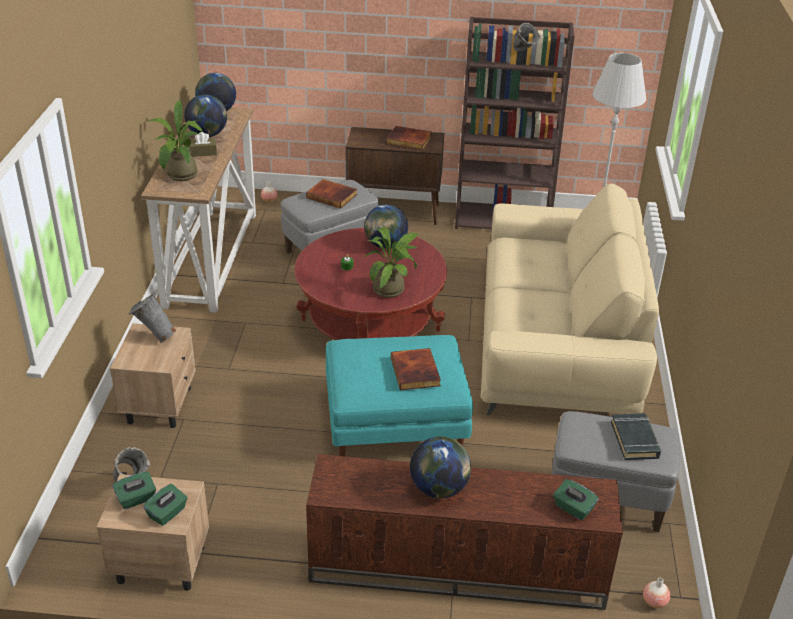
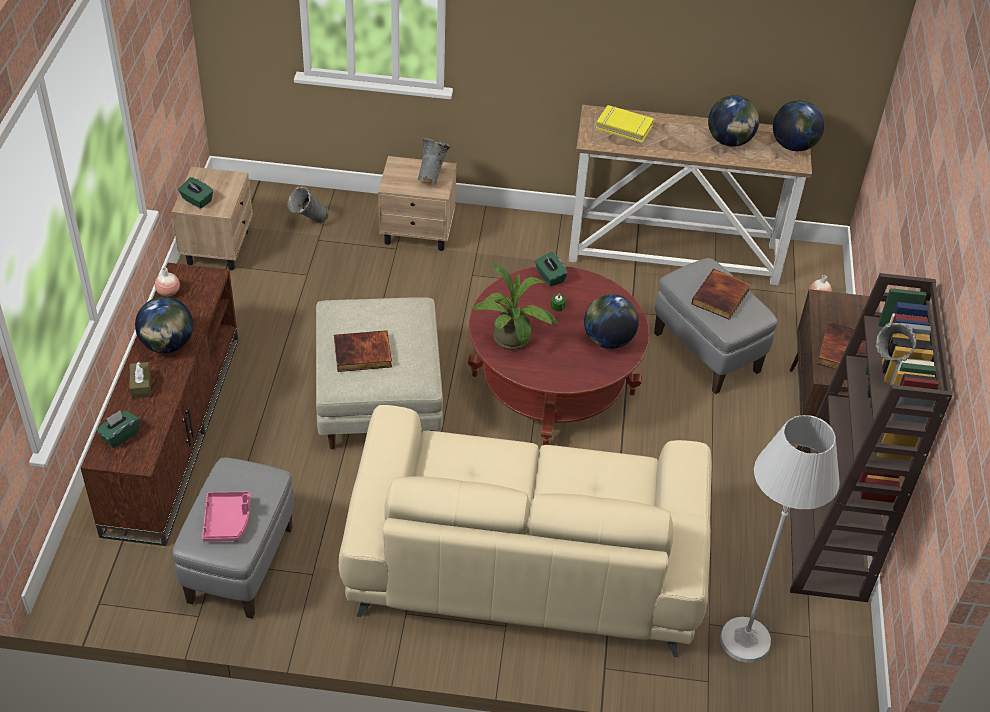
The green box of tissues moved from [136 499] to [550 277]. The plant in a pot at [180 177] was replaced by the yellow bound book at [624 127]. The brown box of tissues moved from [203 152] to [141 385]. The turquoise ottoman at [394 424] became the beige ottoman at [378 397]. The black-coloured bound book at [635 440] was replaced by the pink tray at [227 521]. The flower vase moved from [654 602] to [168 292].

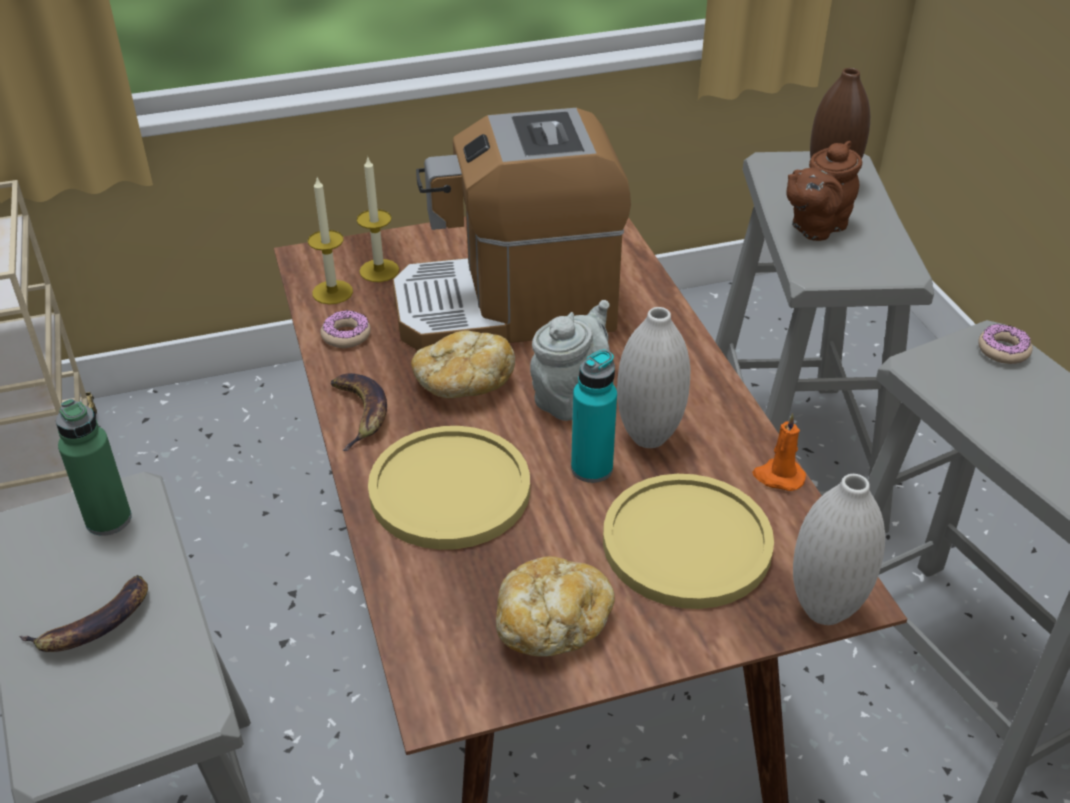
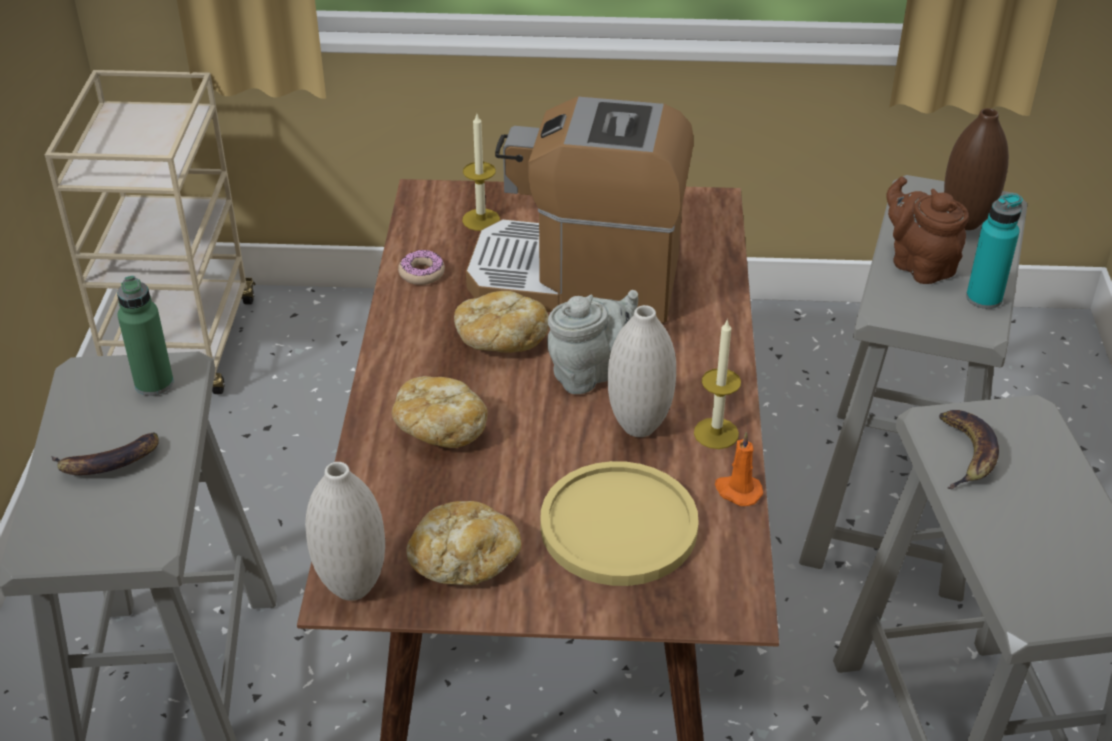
The wax candle moved from [332 292] to [716 433]. The whole banana moved from [360 413] to [966 453]. The yellow plate at [450 489] was replaced by the baked bread at [440 428]. The turquoise beverage bottle moved from [591 468] to [984 298]. The brown pot for tea at [815 227] turned 75 degrees clockwise. The whitish flower vase moved from [824 610] to [352 587]. The doughnut at [1003 350] disappeared.

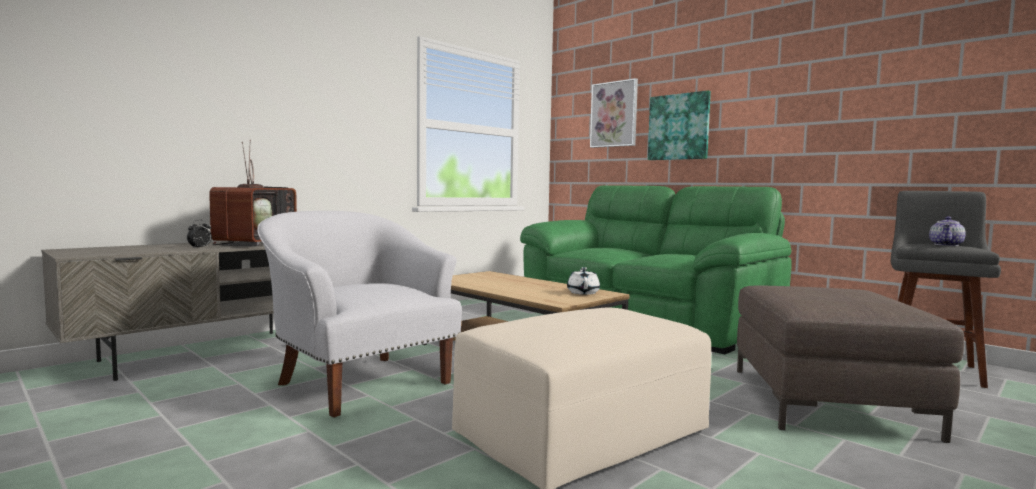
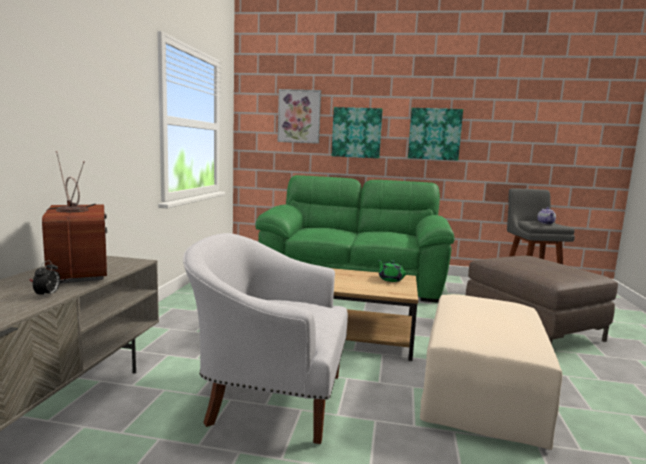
The whitish pot for tea at [583 292] became the green pot for tea at [390 279]. The picture at [434 134] appeared.

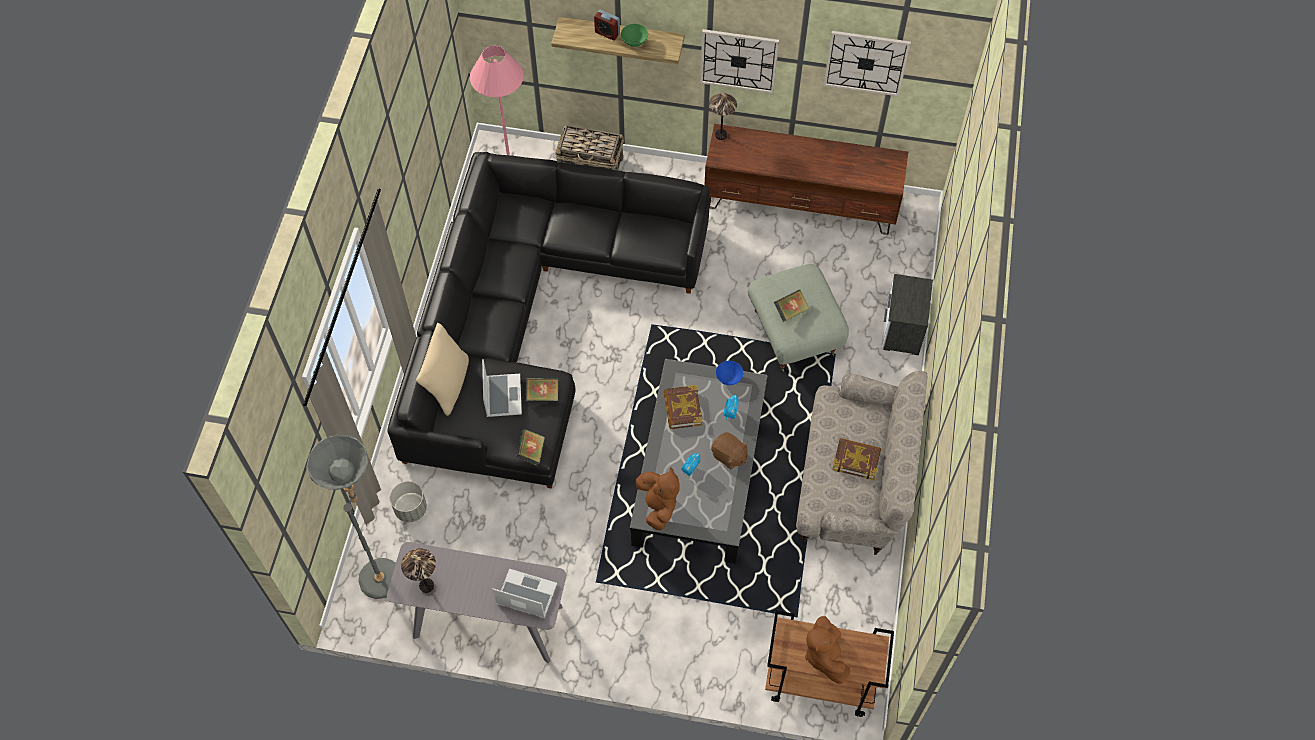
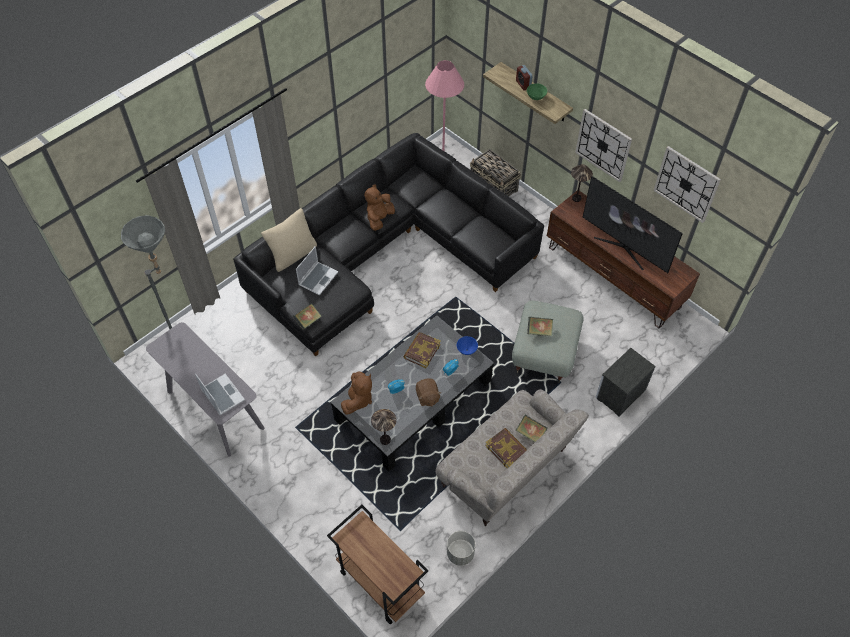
The gray flower pot moved from [411 509] to [460 553]. The tabletop lamp moved from [426 585] to [385 439]. The bound book moved from [542 394] to [530 433]. The brown plush toy moved from [824 655] to [379 219]. The TV set at [623 248] appeared.

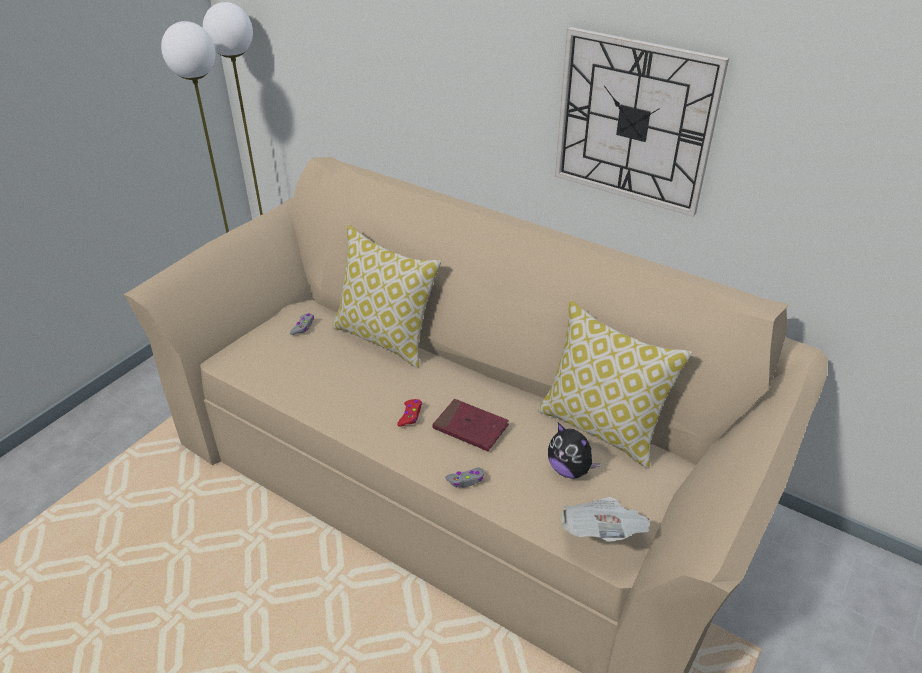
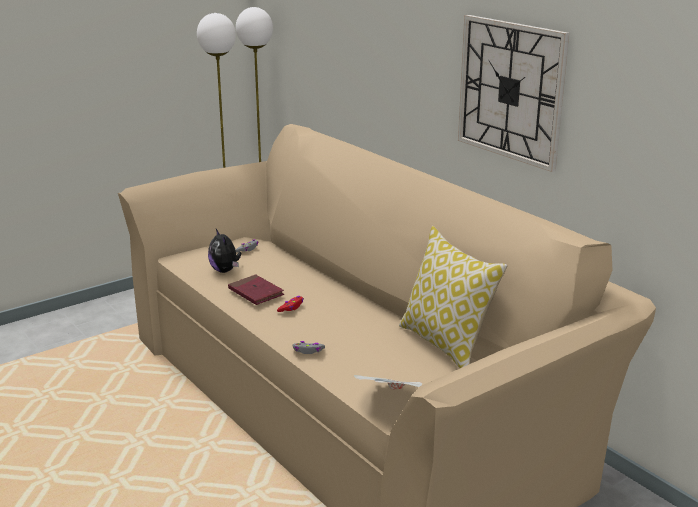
The pillow at [386 338] disappeared. The red bound book moved from [470 427] to [256 292]. The plush toy moved from [569 469] to [225 270].

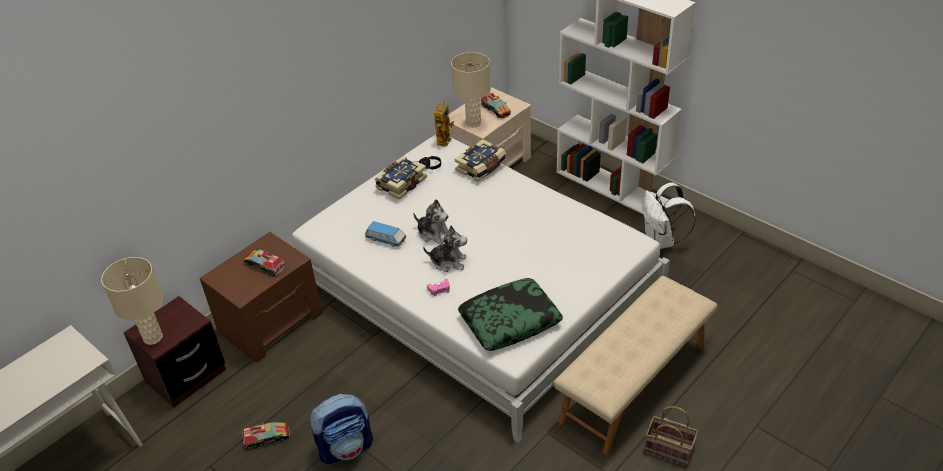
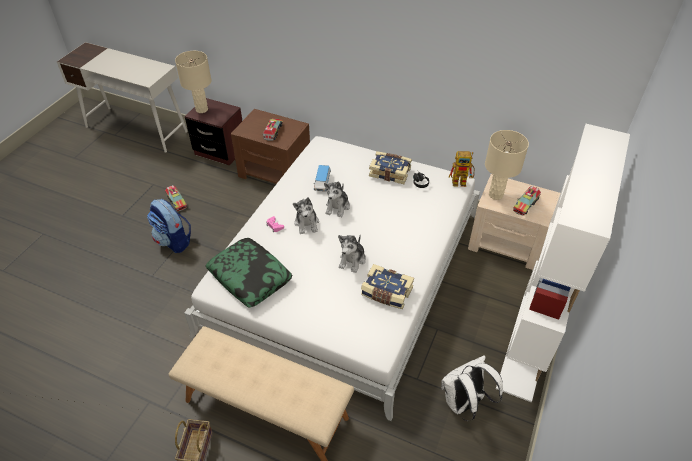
The bound book moved from [481 167] to [386 293]. The plush toy at [352 260] appeared.

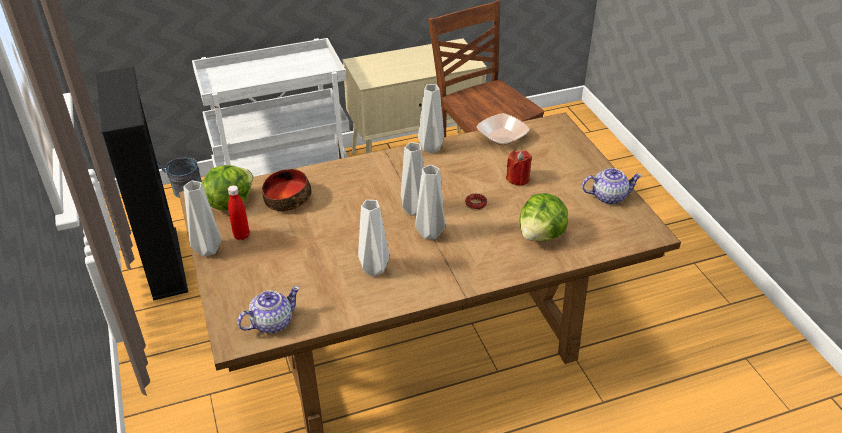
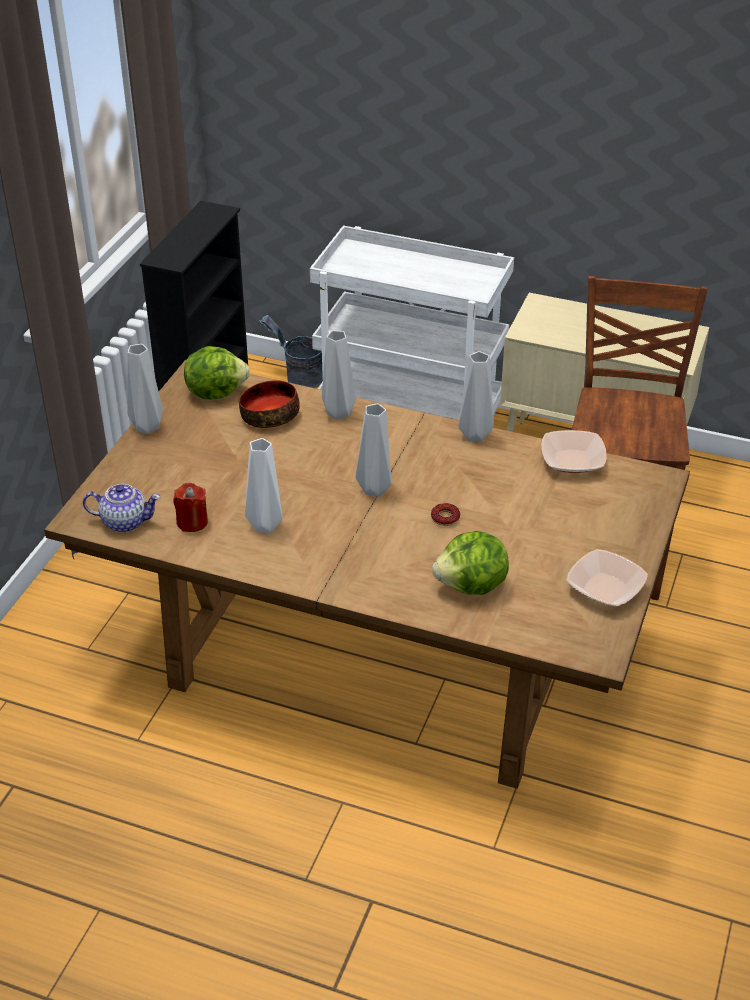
The red beverage bottle at [241 235] disappeared. The gray flower vase moved from [431 233] to [340 413]. The red wax candle moved from [518 179] to [192 522]. The pot for tea at [608 196] was replaced by the serving bowl at [605 589].

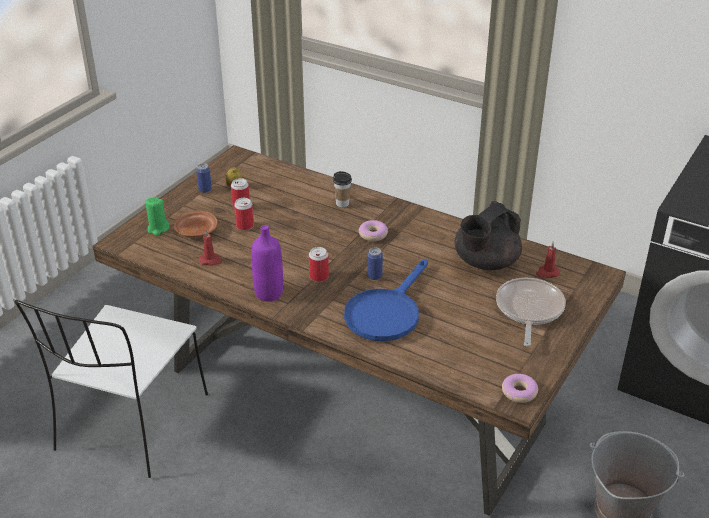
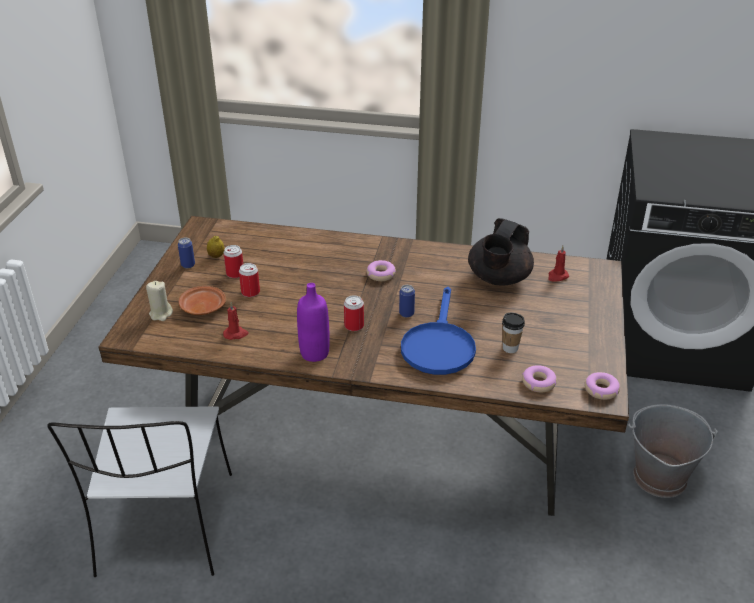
The green wax candle at [158 229] became the beige wax candle at [161 314]. The drinking cup moved from [342 203] to [510 348]. The skillet at [529 310] disappeared. The doughnut at [538 383] appeared.

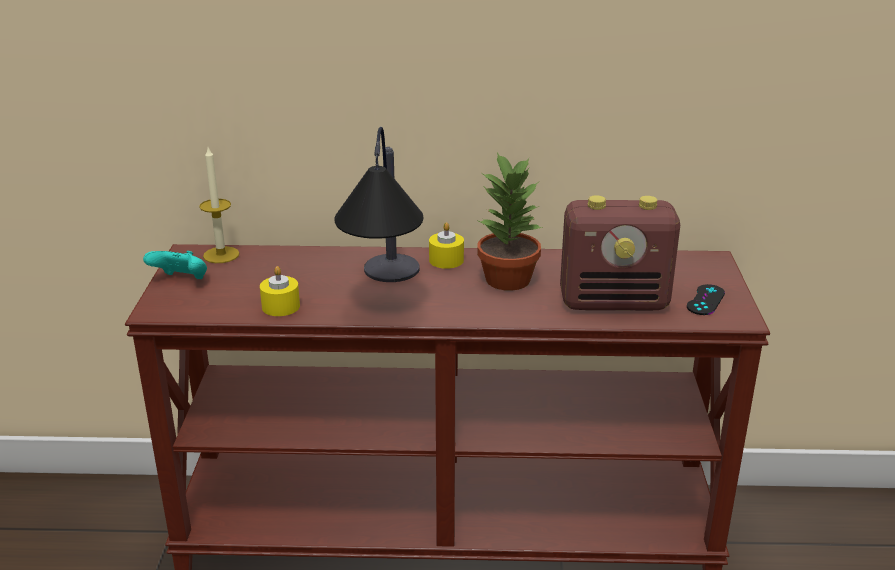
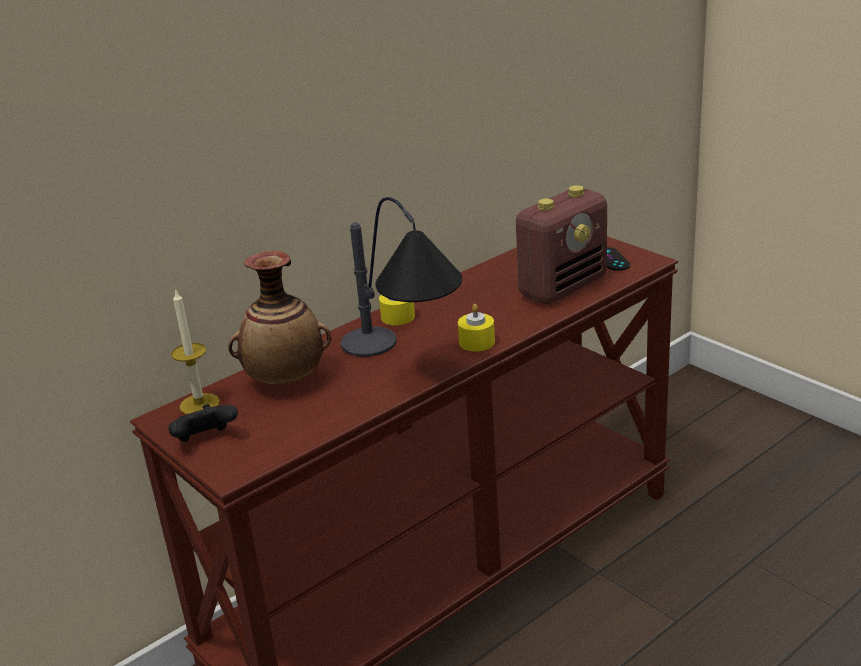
The turquoise game controller at [181 281] became the black-coloured game controller at [205 440]. The yellow wax candle moved from [281 306] to [477 342]. The plant in a pot at [508 279] disappeared. The flower vase at [286 381] appeared.

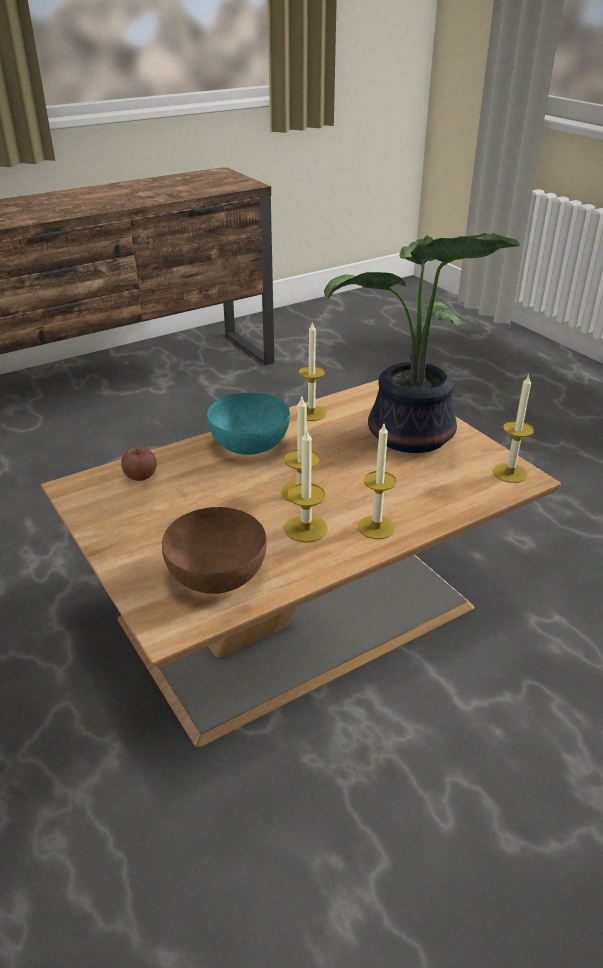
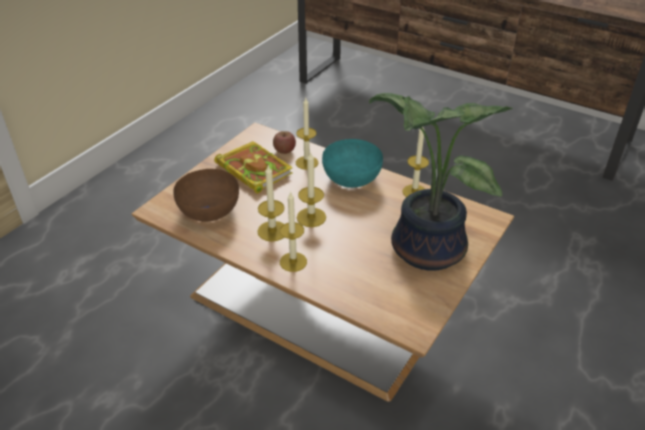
The wax candle moved from [510 473] to [306 163]. The bound book at [252 169] appeared.

